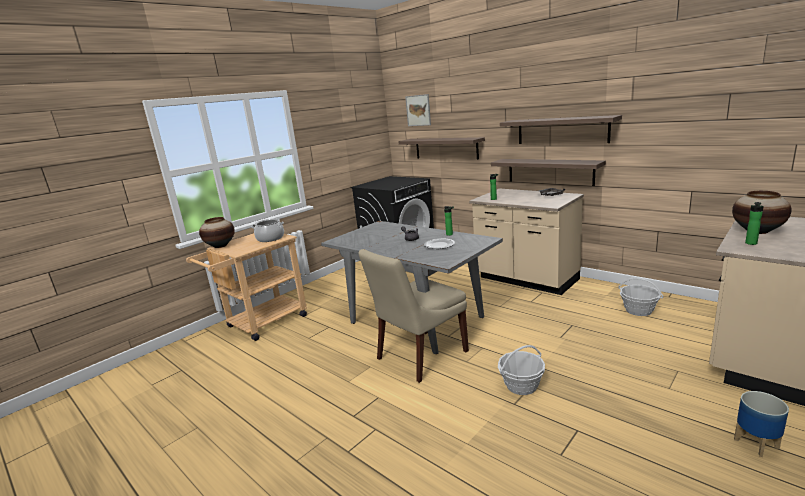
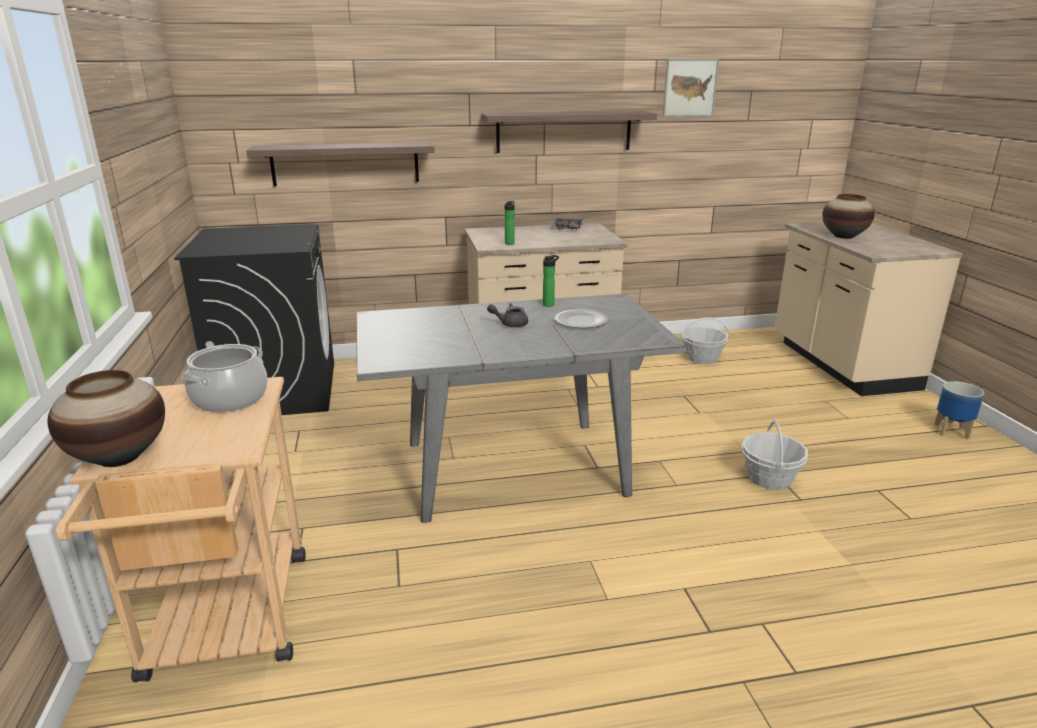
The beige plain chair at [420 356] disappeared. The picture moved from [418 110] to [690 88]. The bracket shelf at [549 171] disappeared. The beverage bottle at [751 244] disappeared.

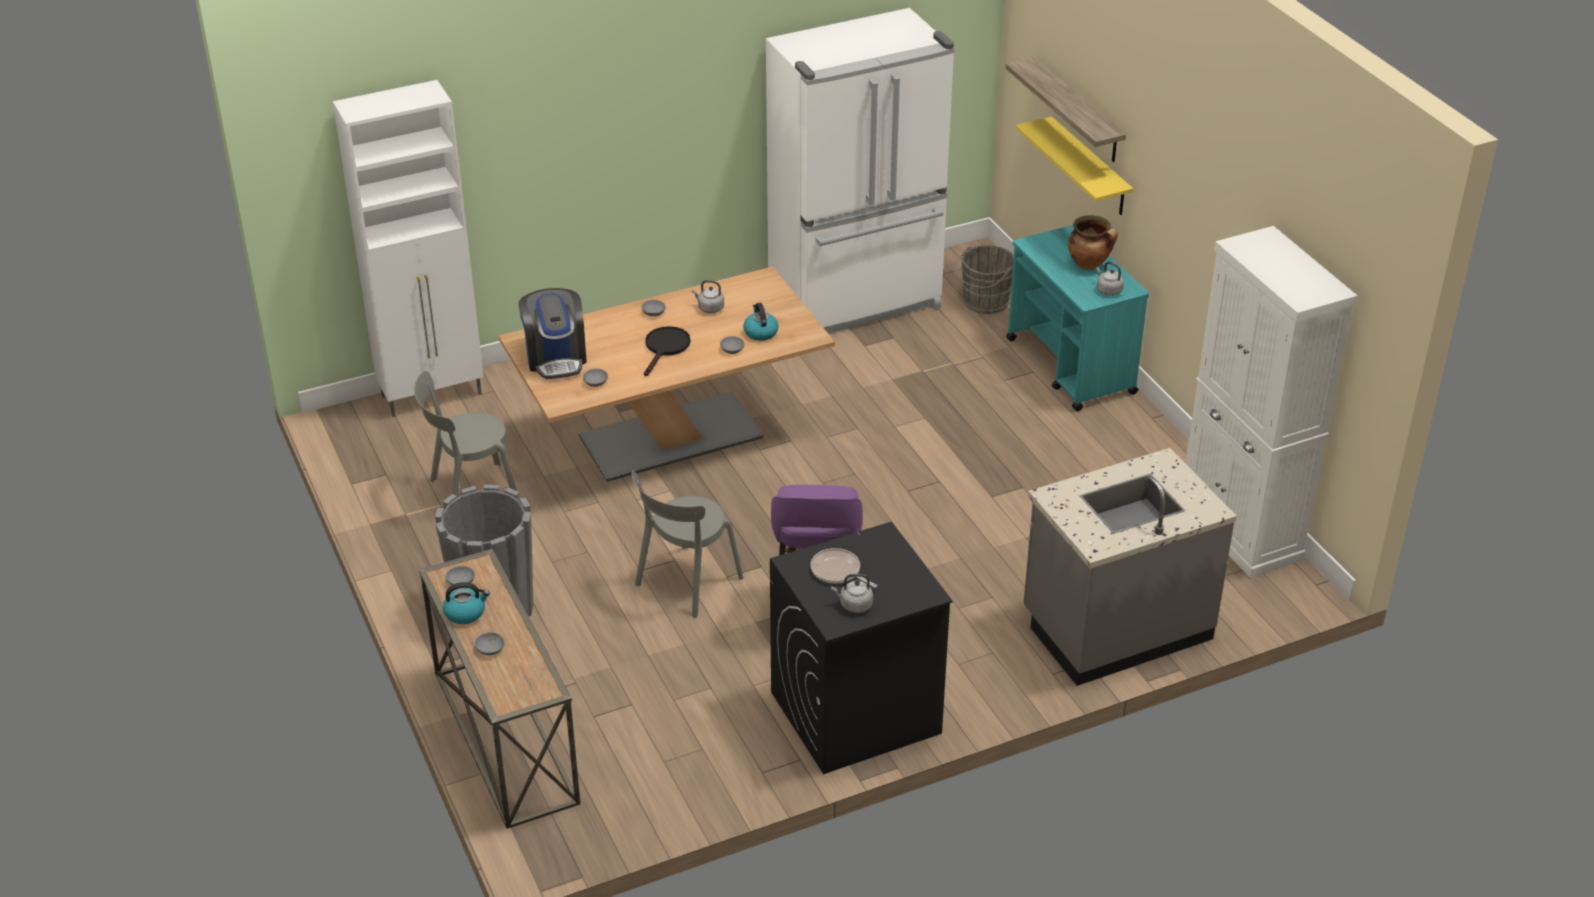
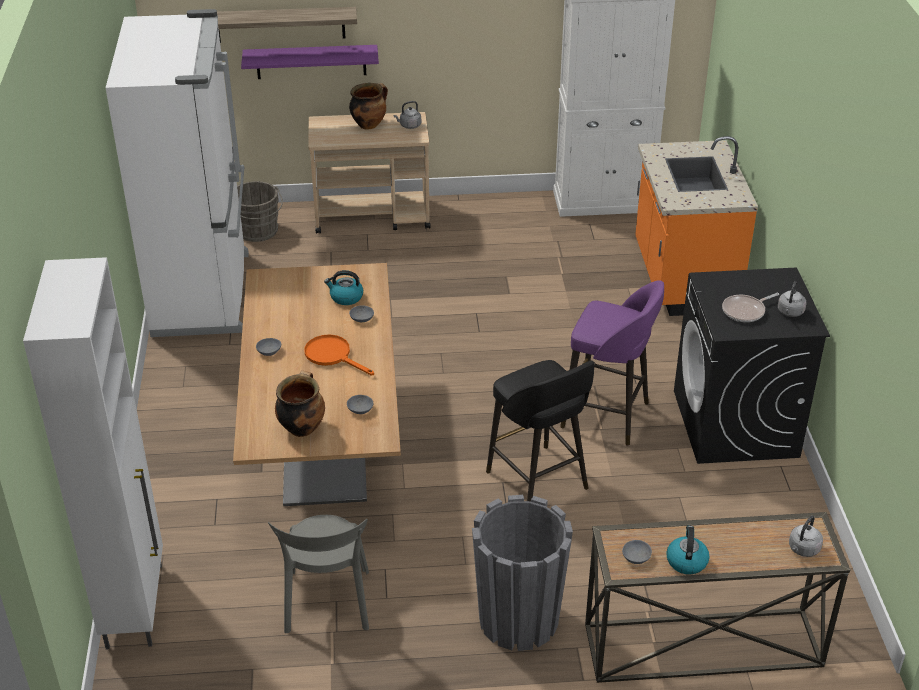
The gray serving bowl at [489 649] disappeared. The coffee maker at [556 358] was replaced by the saucepot at [301 427]. The gray plain chair at [685 584] was replaced by the black-coloured stool seat at [538 482]. The black-coloured skillet at [665 348] became the orange-coloured skillet at [333 355]. The gray water kettle moved from [709 308] to [803 549]. The turquoise cart at [1071 367] became the beige cart at [373 216]. The yellow bracket shelf at [1089 167] became the purplish bracket shelf at [311 61]. The gray kitchen base unit at [1115 626] became the orange-coloured kitchen base unit at [682 279].

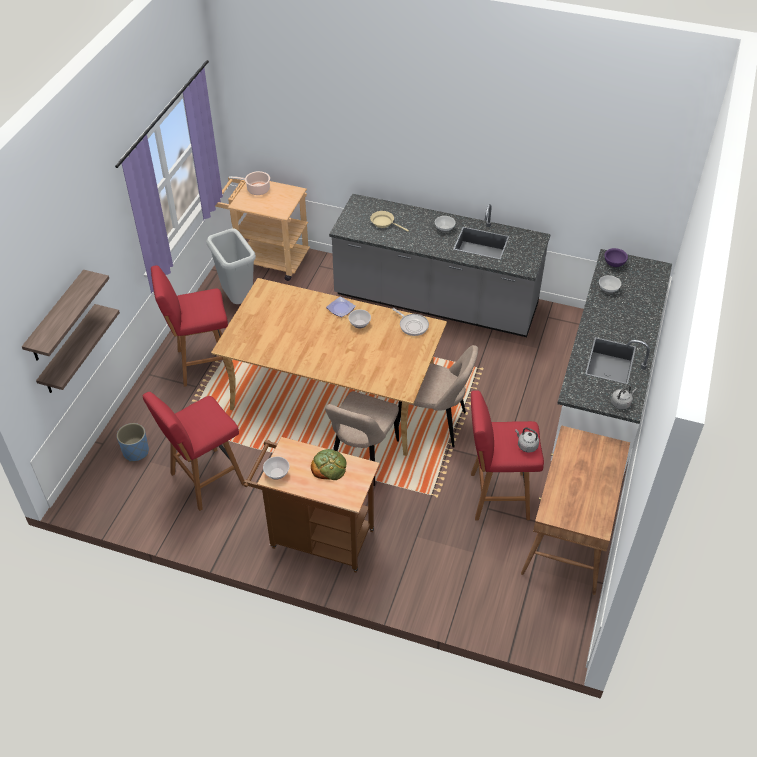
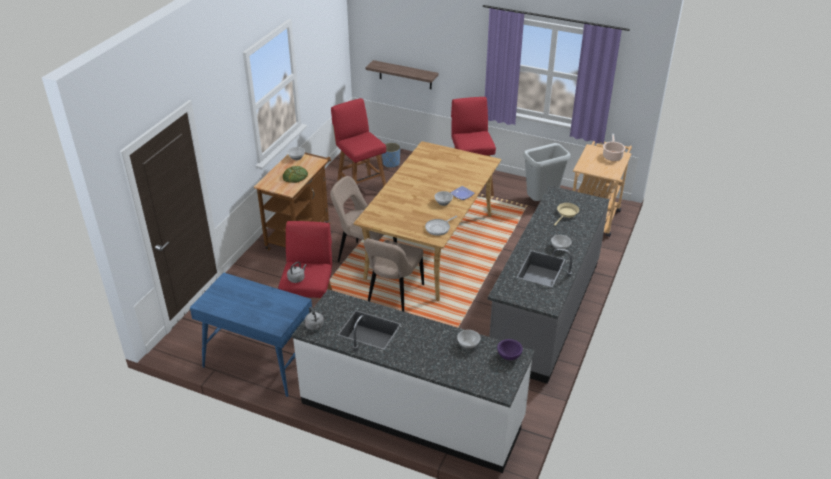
The bracket shelf at [57 317] disappeared. The brown desk table at [569 537] became the blue-coloured desk table at [259 361].

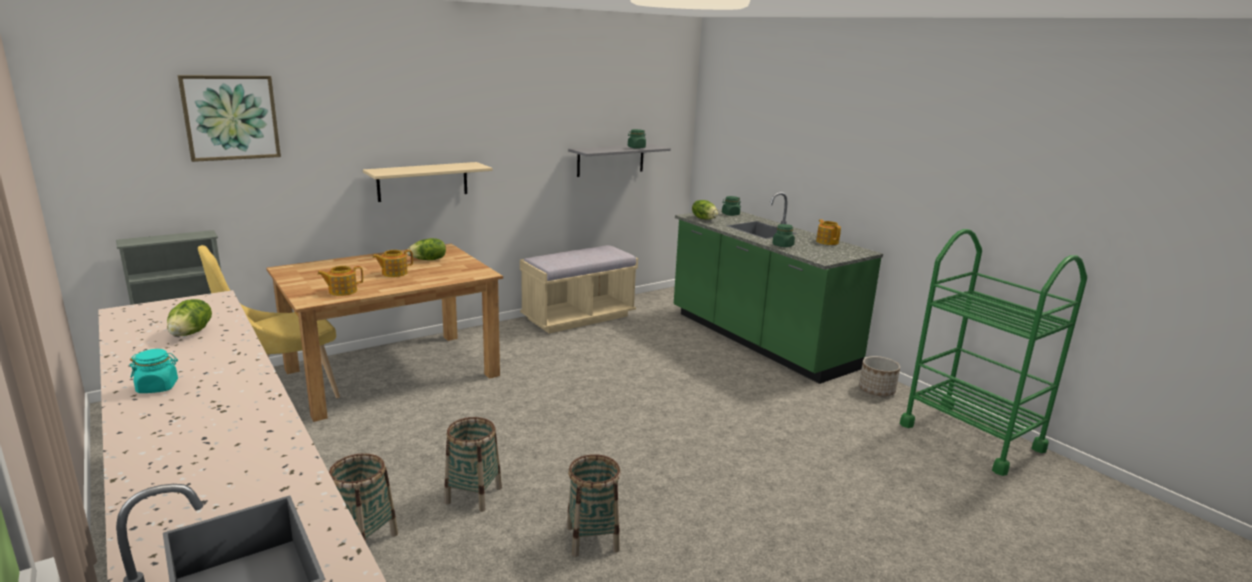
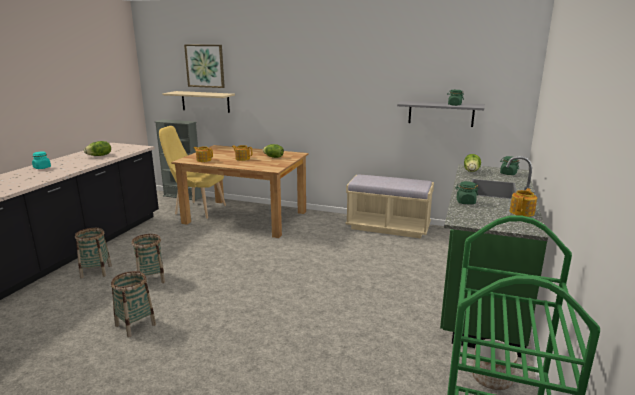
The beige bracket shelf moved from [423 181] to [205 101].

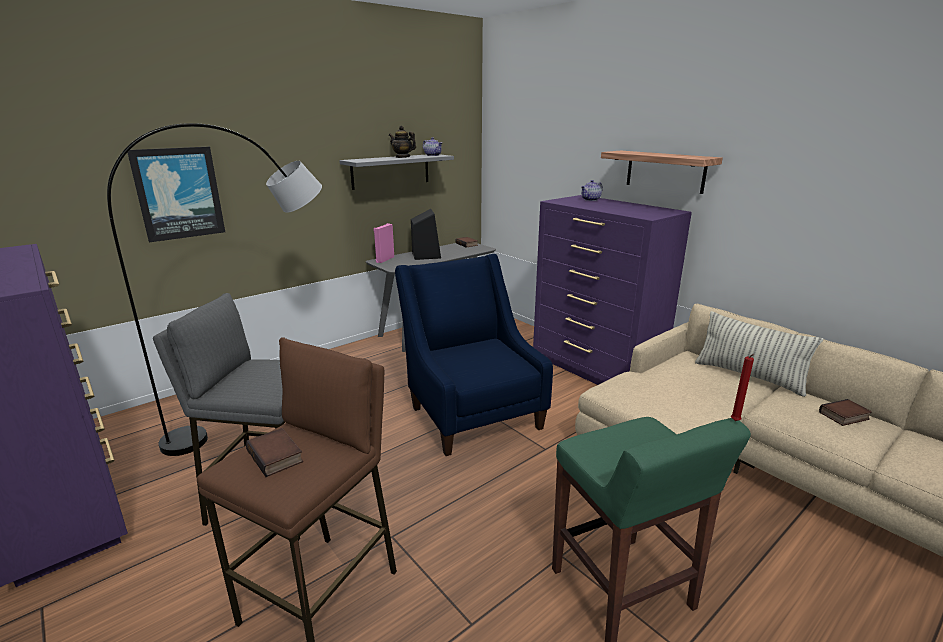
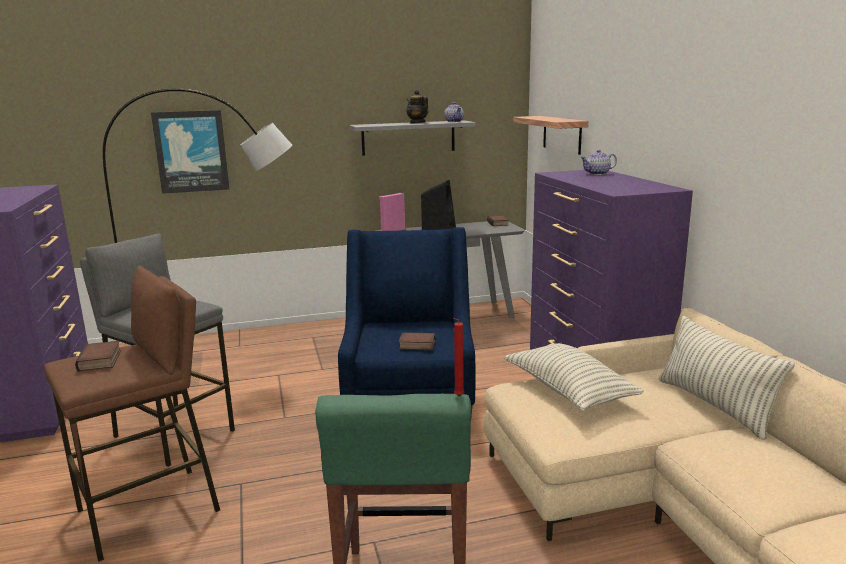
The bracket shelf moved from [665 171] to [562 134]. The bound book moved from [844 416] to [416 345]. The pillow at [569 391] appeared.

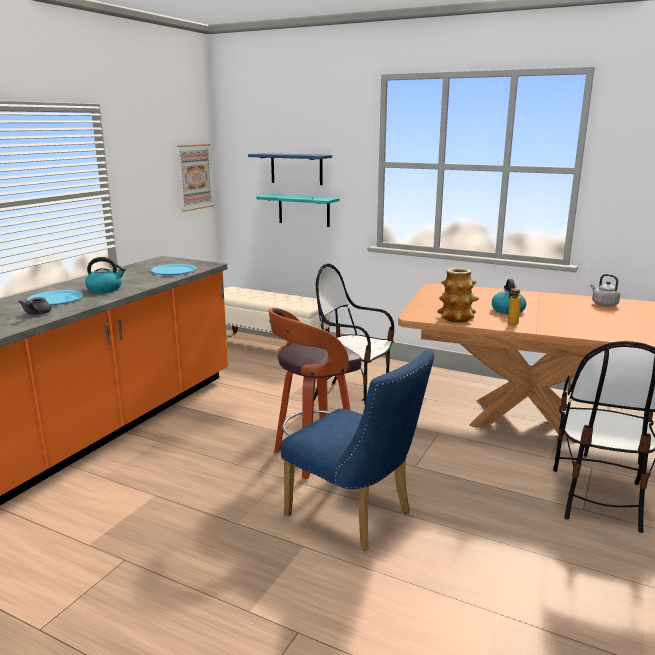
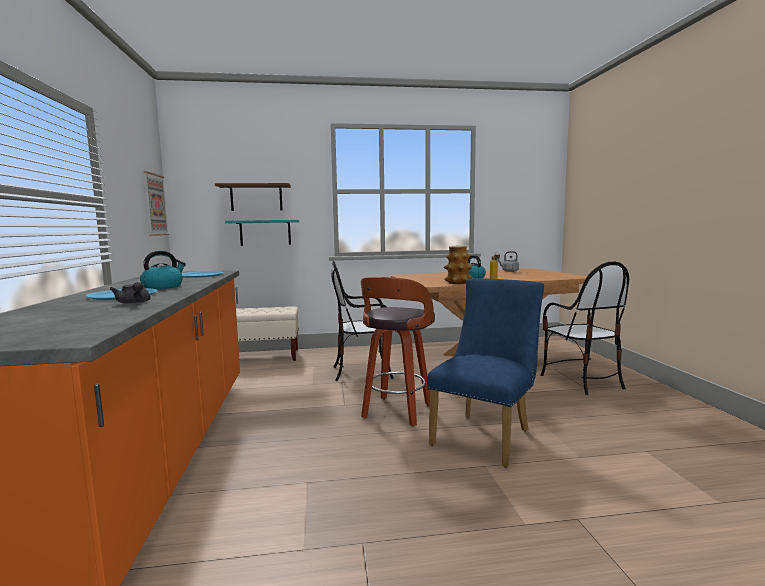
The blue-coloured bracket shelf at [296 169] became the brown bracket shelf at [256 198]. The blue-coloured plain chair at [356 517] turned 60 degrees counterclockwise.

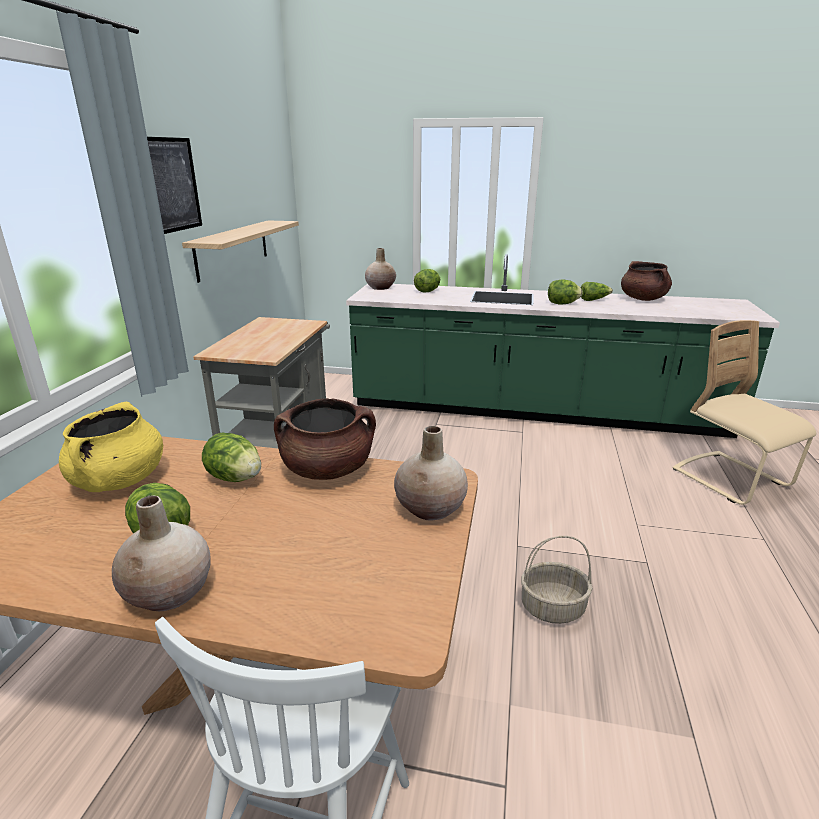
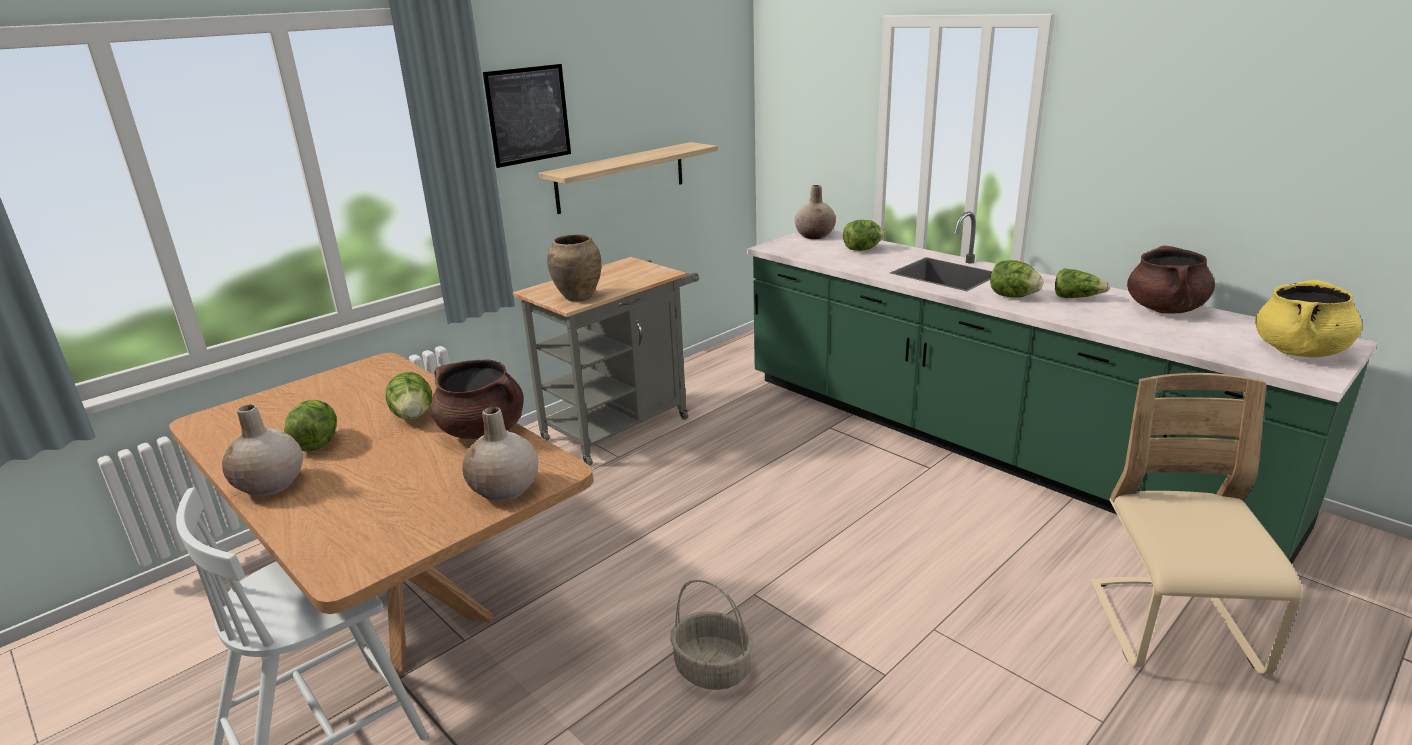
The yellow saucepot moved from [119 480] to [1299 351]. The brown flower vase at [578 297] appeared.

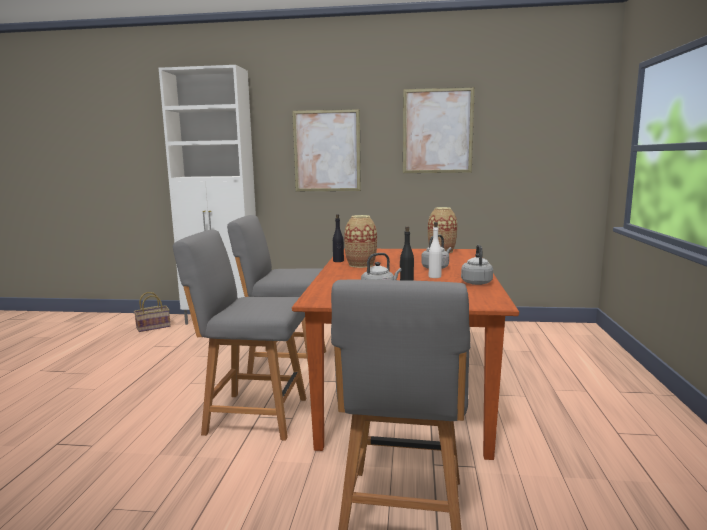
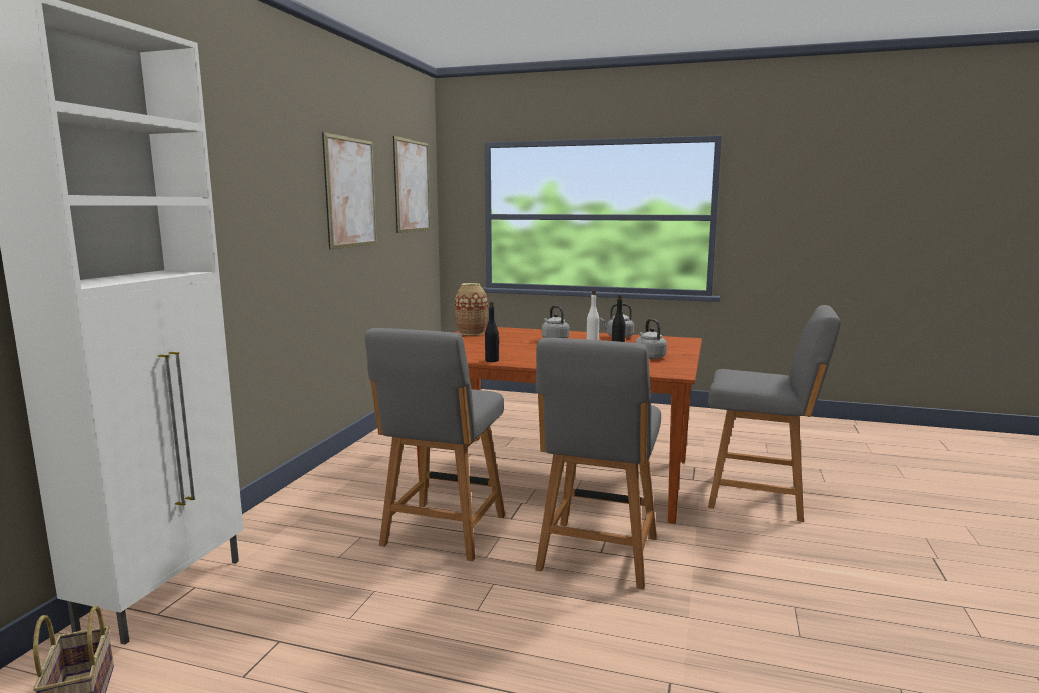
The picture moved from [327 151] to [412 186]. The flower vase at [361 265] disappeared.

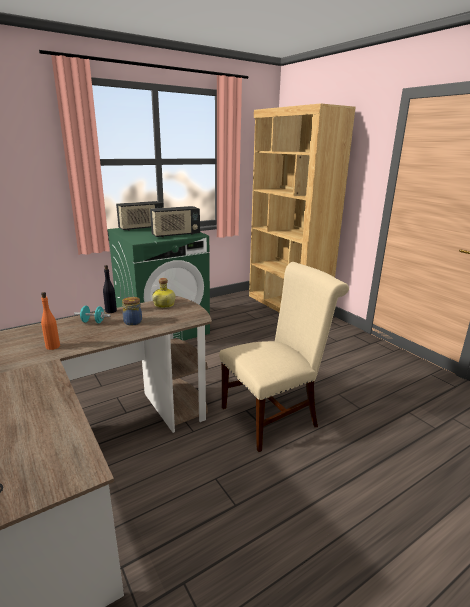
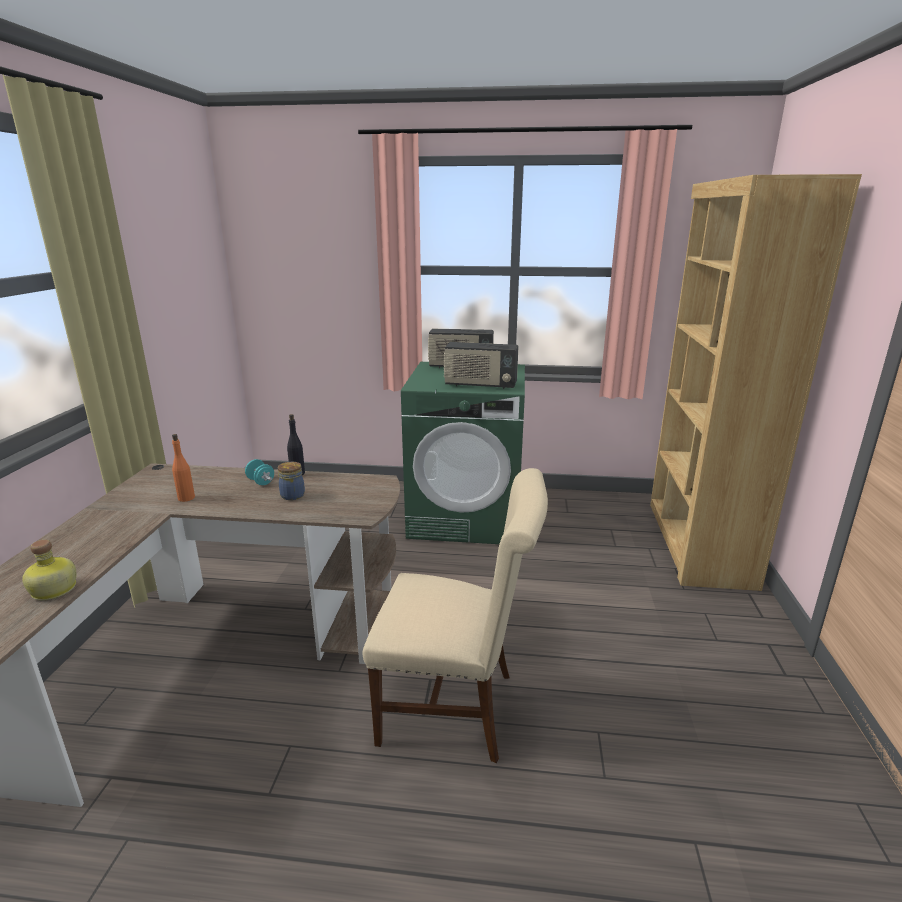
The beverage bottle moved from [164 305] to [53 590].

